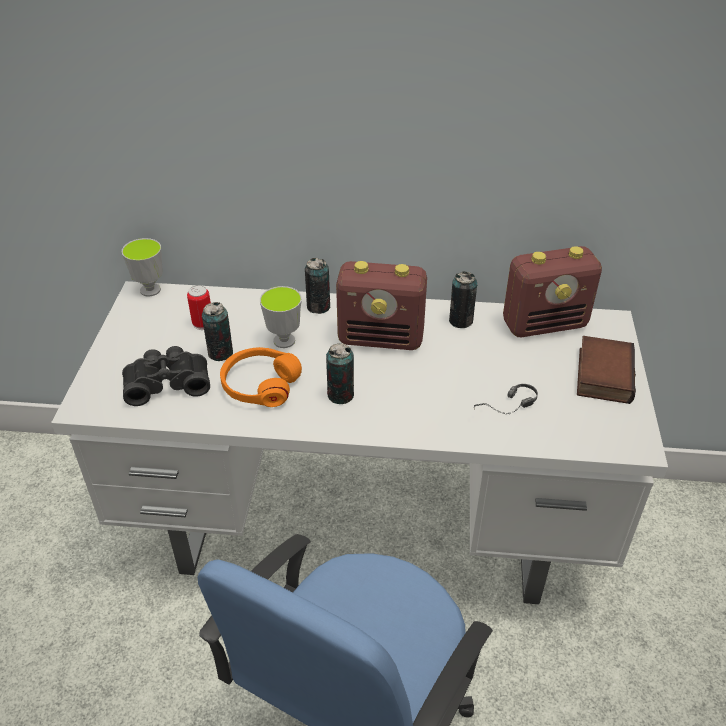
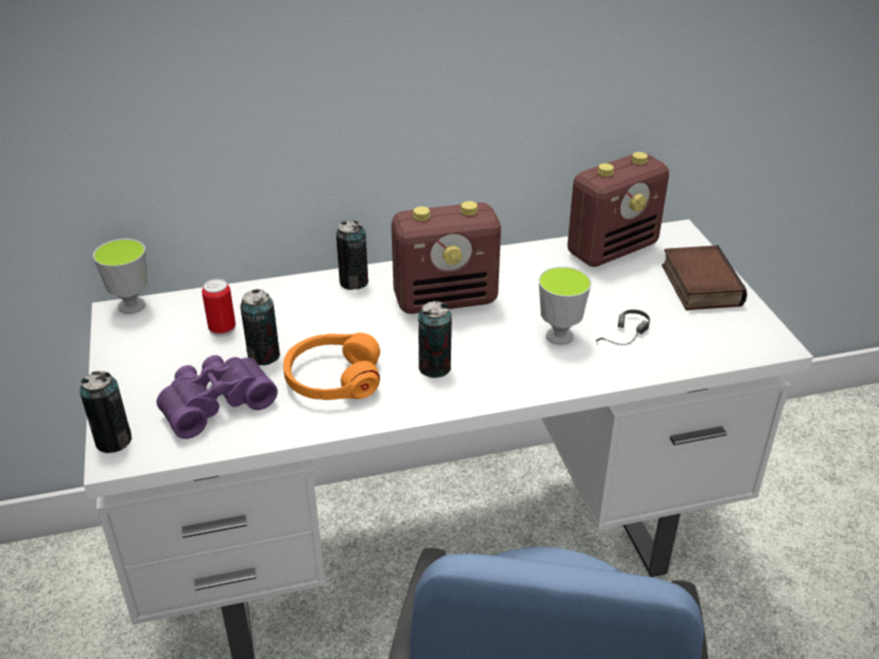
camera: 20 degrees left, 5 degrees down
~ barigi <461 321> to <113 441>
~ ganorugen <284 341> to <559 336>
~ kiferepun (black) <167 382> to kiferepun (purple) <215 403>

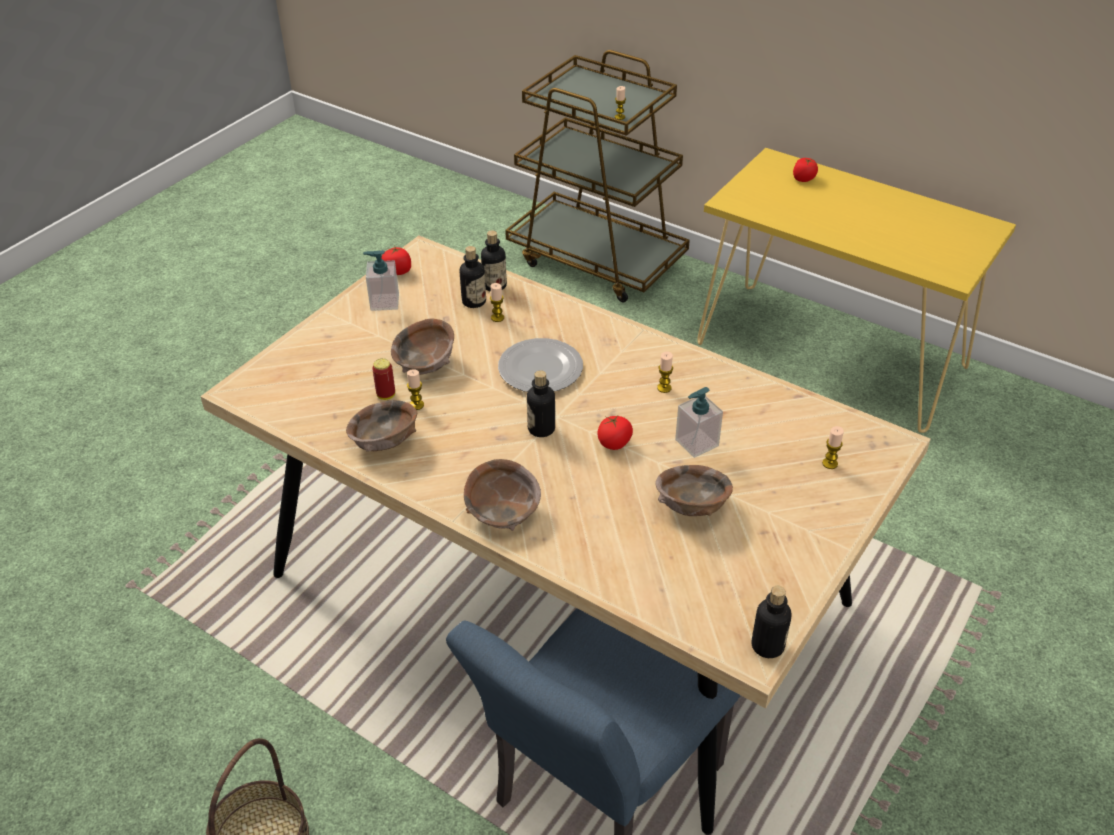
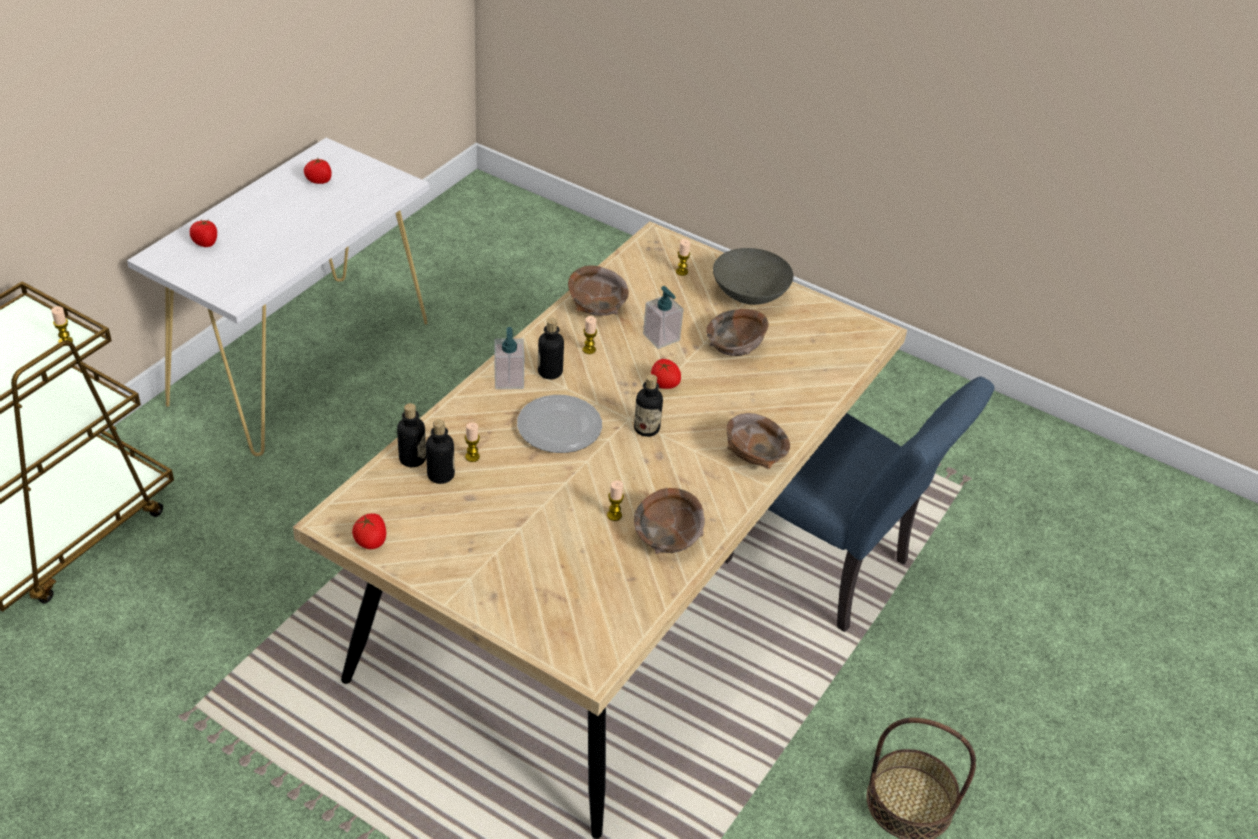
camera: 95 degrees left, 0 degrees up
~ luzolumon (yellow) <831 355> to luzolumon (white) <302 361>
~ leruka <384 302> to <509 380>
~ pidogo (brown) <425 362> to <596 306>
- barigi <386 395>
~ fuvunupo <767 646> to <550 372>
+ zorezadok <319 180>
+ pidogo (grey) <748 295>

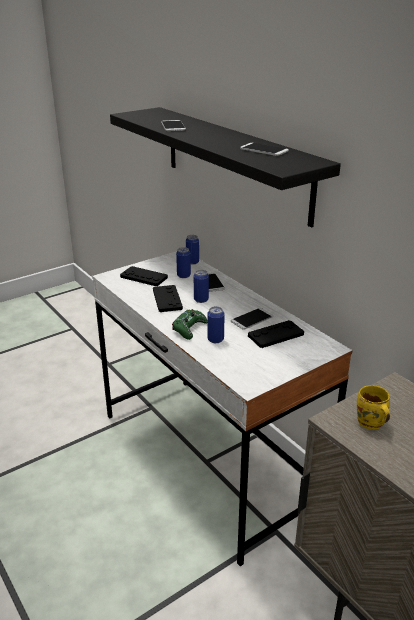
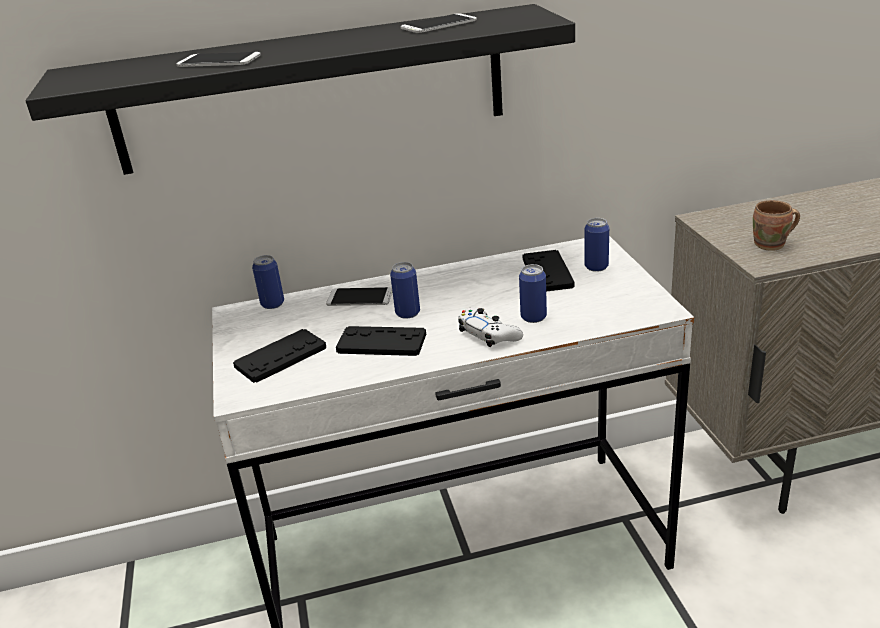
camera: 65 degrees left, 0 degrees up
~ barigi <183 275> to <596 267>
- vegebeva <252 319>
~ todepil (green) <189 328> to todepil (white) <488 334>
~ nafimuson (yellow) <370 424> to nafimuson (brown) <772 245>

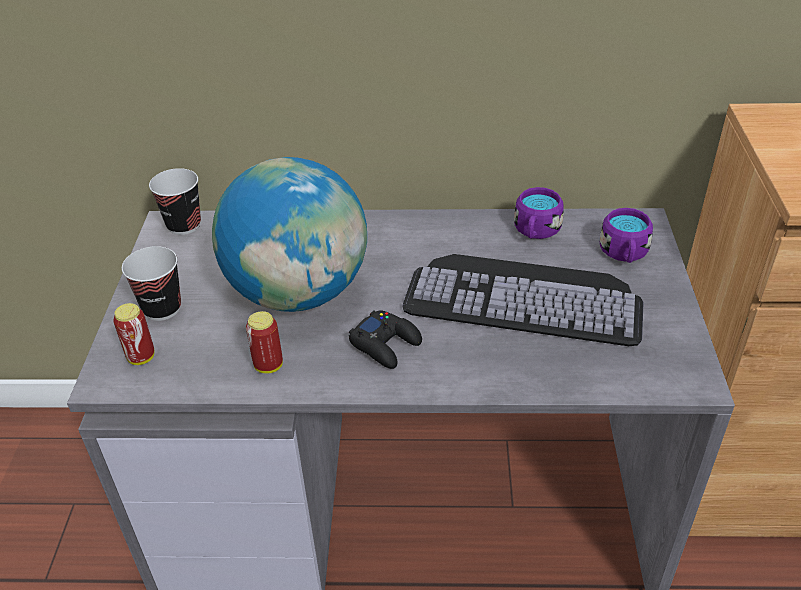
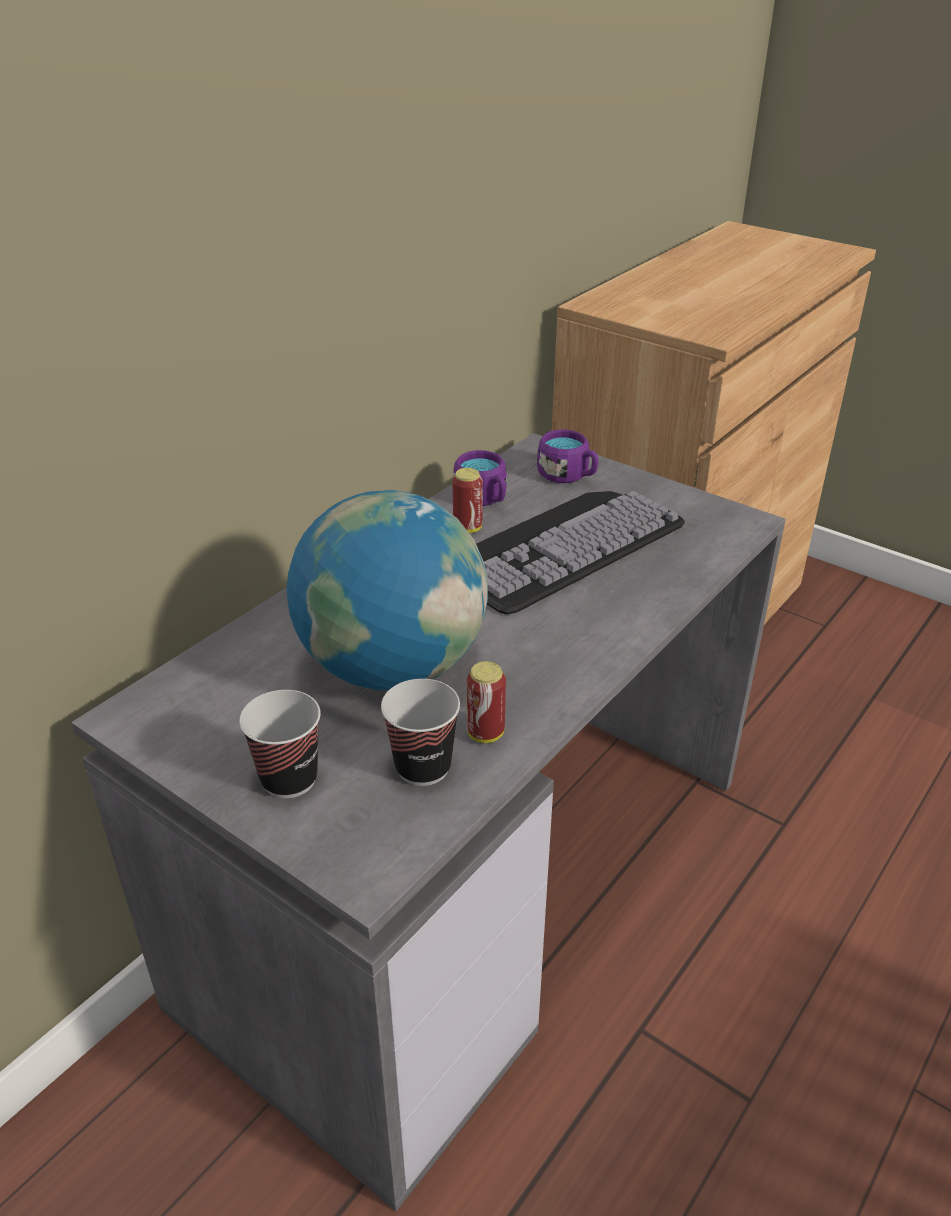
camera: 55 degrees left, 5 degrees down
~ ganorugen <184 225> to <423 767>
~ barigi <141 357> to <467 528>
- todepil (black) <386 344>

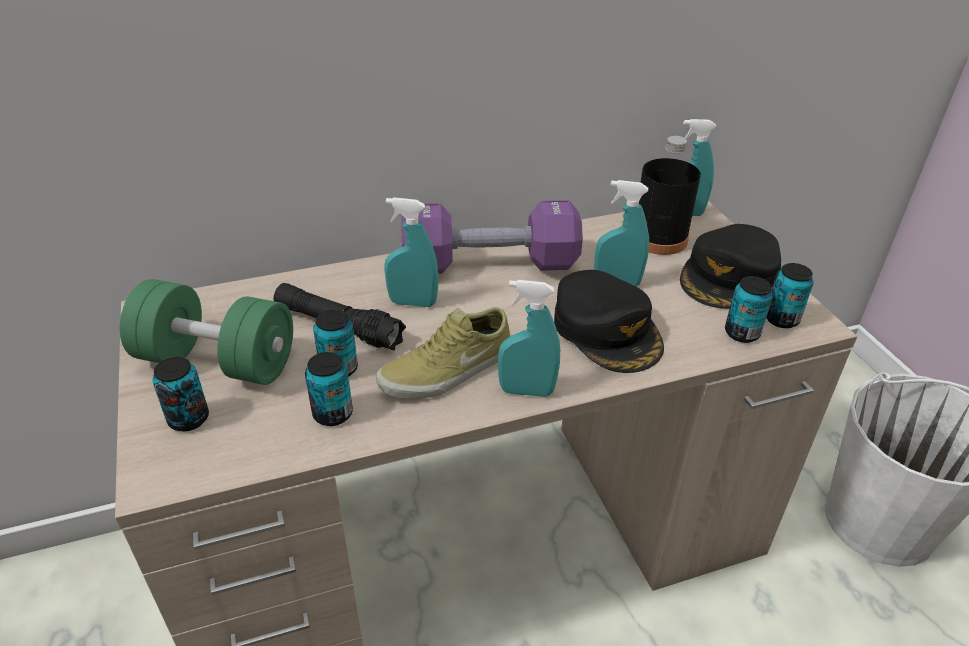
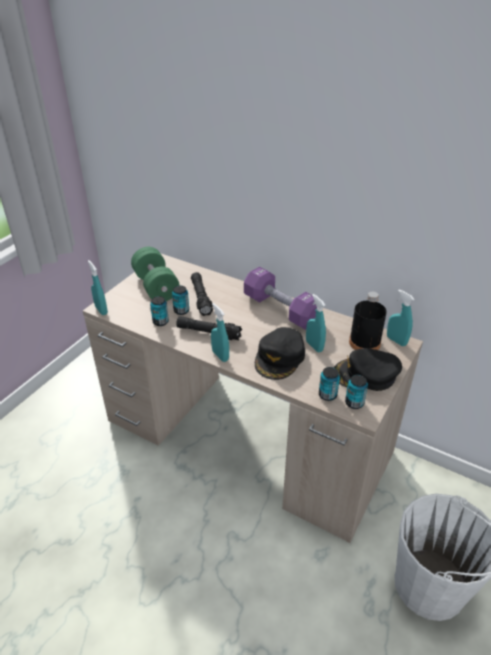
camera: 50 degrees right, 0 degrees up
~ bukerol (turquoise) <413 303> to <101 310>
~ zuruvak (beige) <448 371> to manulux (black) <208 333>
- barigi <188 419>

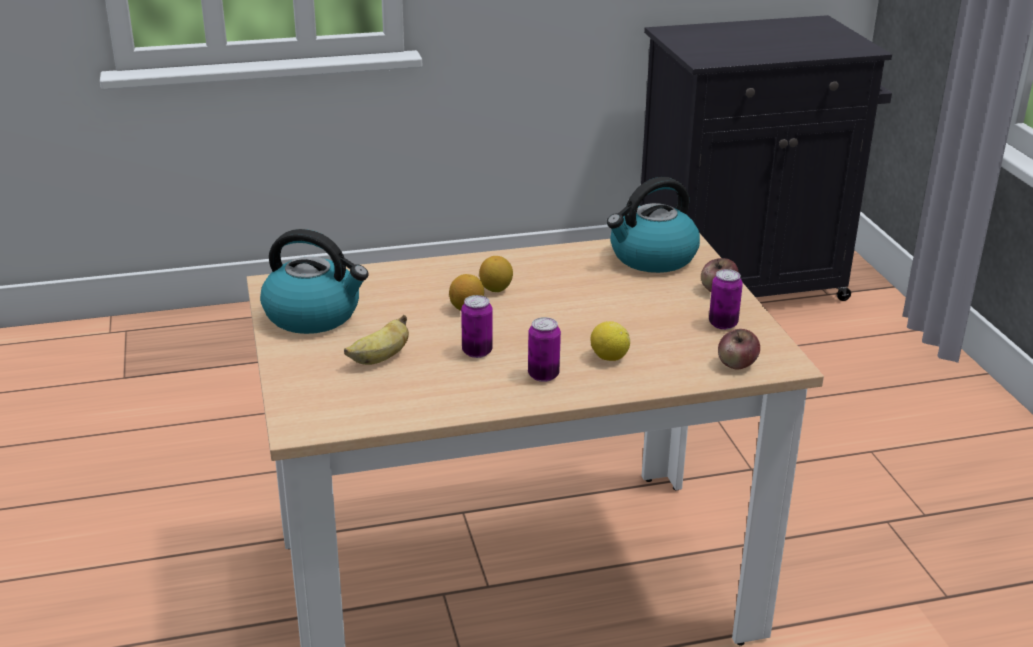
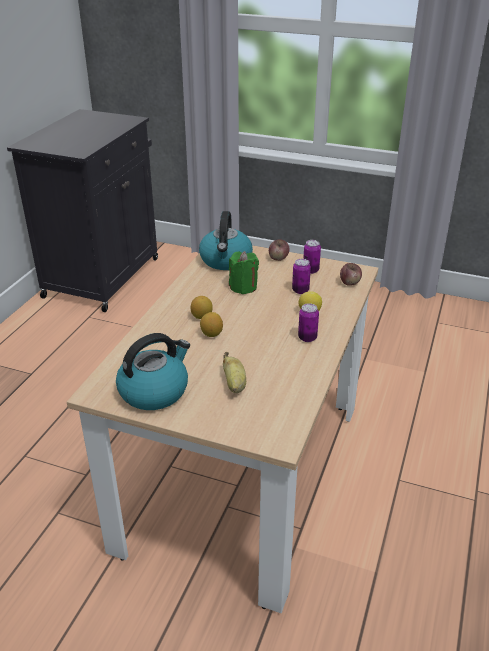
camera: 55 degrees left, 5 degrees up
~ barigi <477 352> to <300 290>
+ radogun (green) <243 287>

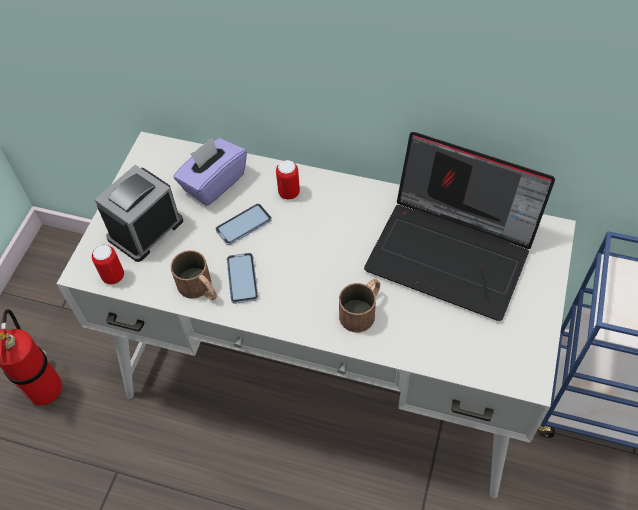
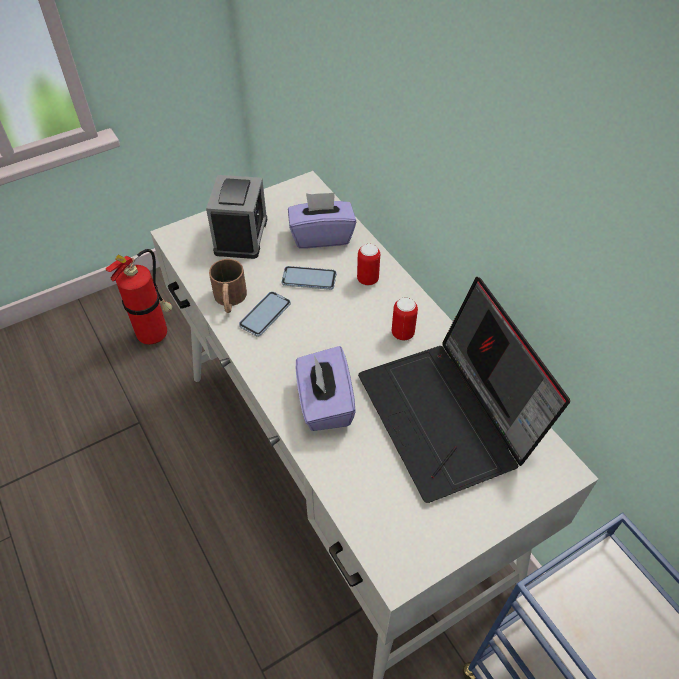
camera: 40 degrees right, 5 degrees down
~ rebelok <145 229> = <241 236> 105 degrees clockwise
~ barigi <113 276> to <402 333>
~ nafimuson (brown) <362 310> to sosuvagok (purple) <324 404>

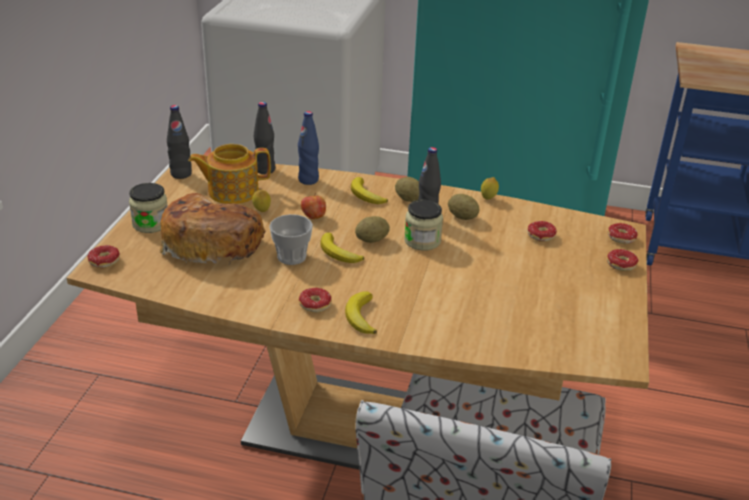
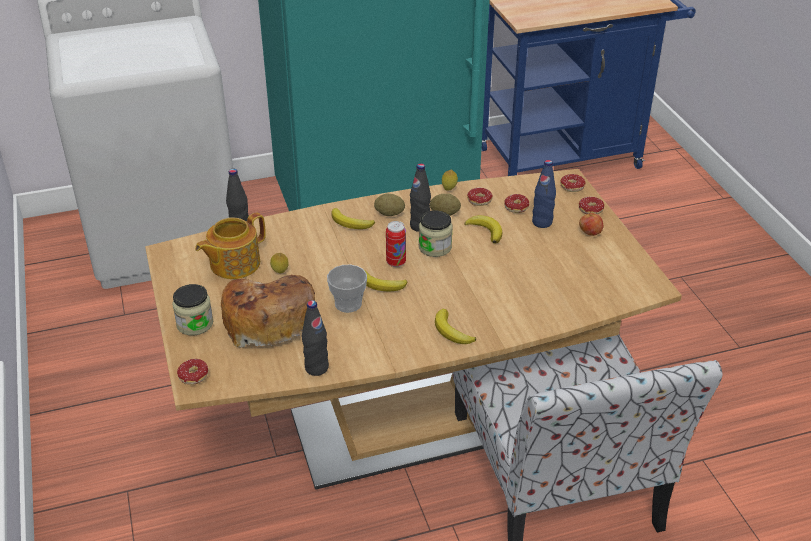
camera: 30 degrees left, 5 degrees up
~ fuvunupo (black) <181 174> to <316 368>
~ fuvunupo (blue) <308 180> to <542 222>
~ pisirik <313 217> to <590 233>
~ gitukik <372 240> to barigi <396 262>
~ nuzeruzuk <310 307> to <478 203>
+ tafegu <486 231>

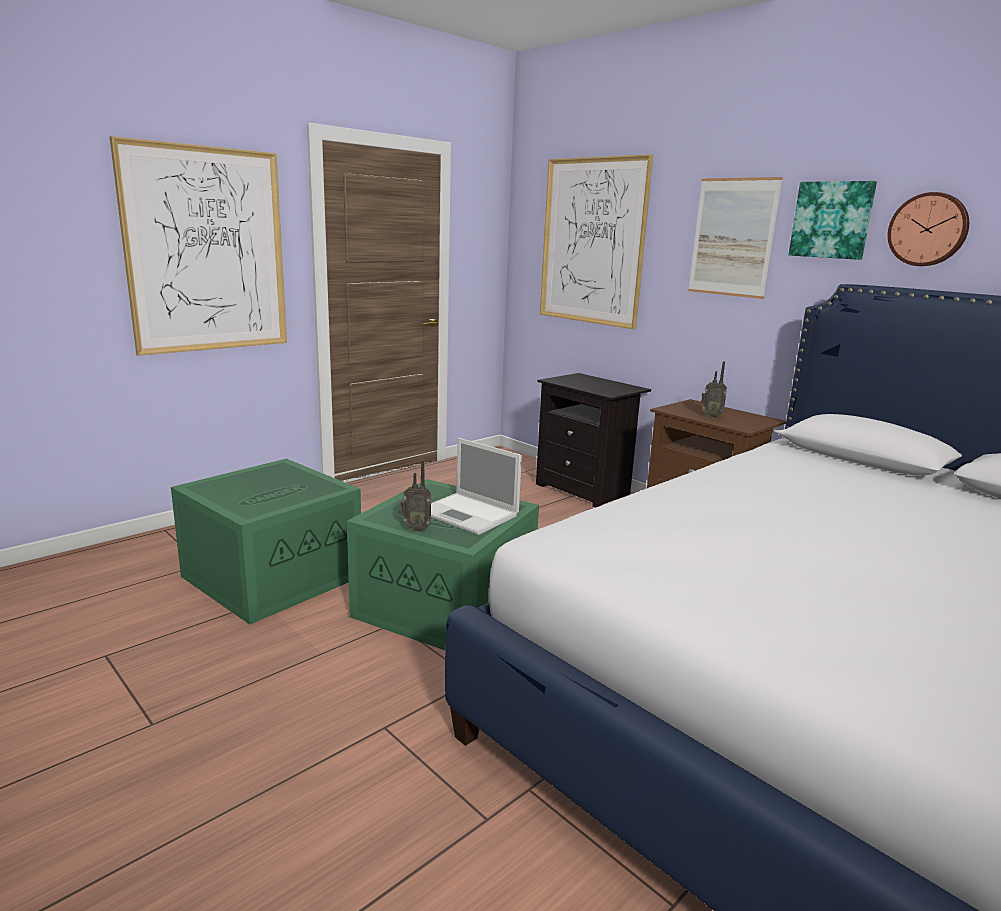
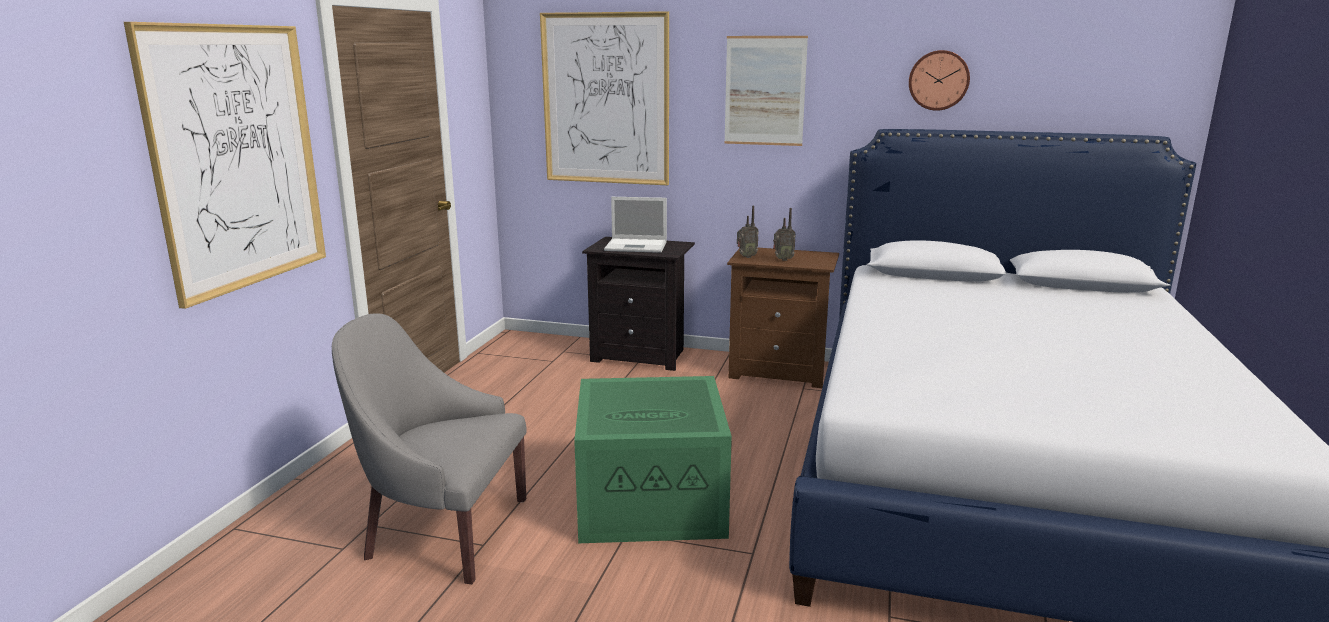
camera: 30 degrees left, 0 degrees up
- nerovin <832 220>
~ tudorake <469 514> to <637 246>
~ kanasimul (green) <273 575> to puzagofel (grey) <443 532>
~ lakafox <416 528> to <746 257>

